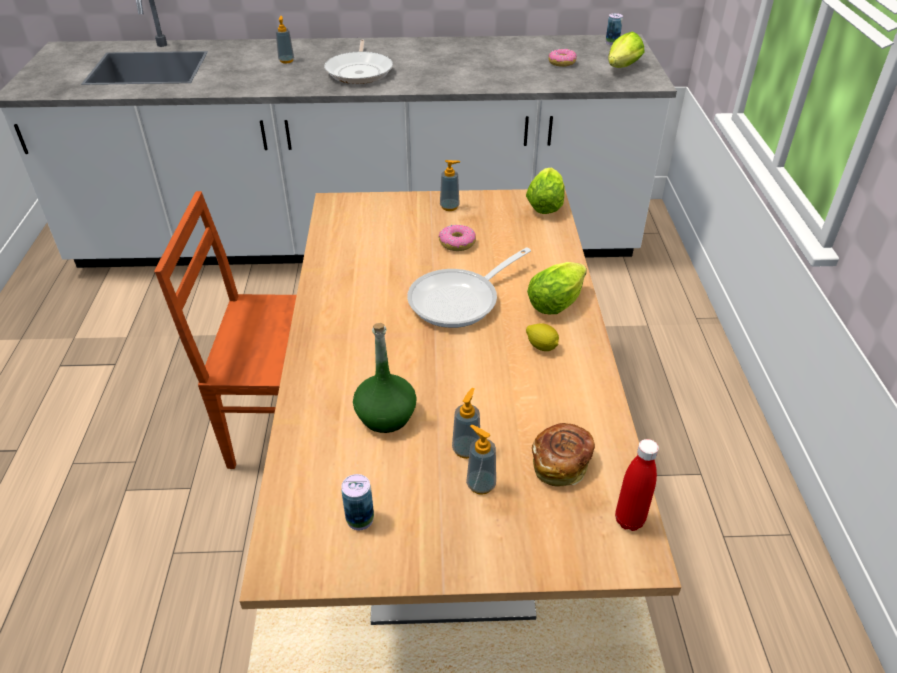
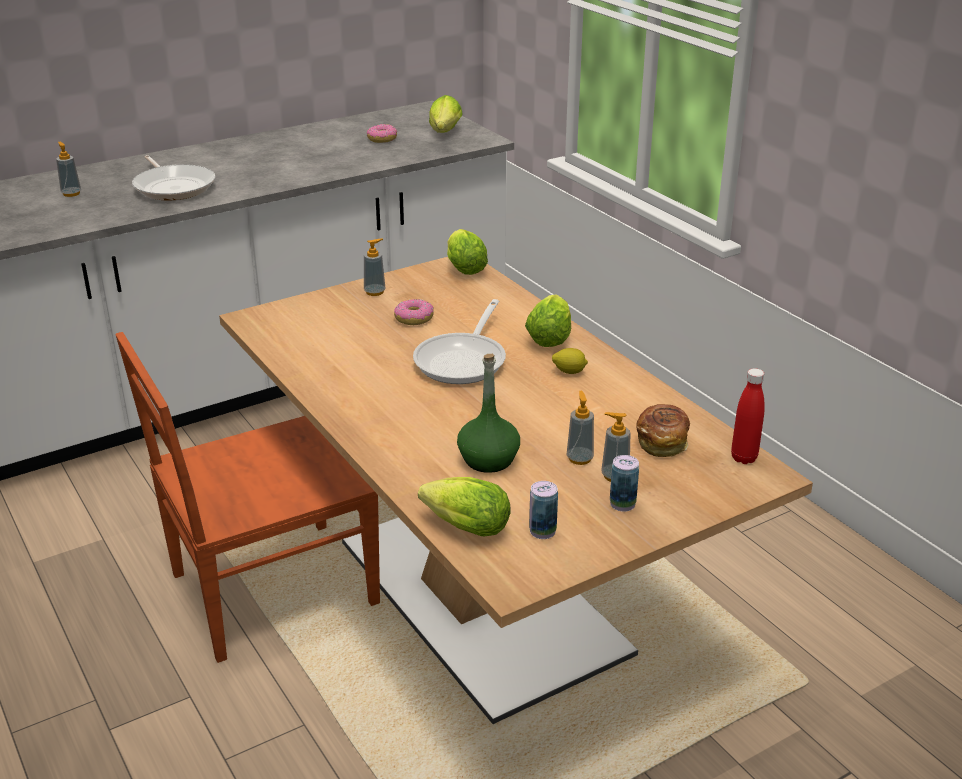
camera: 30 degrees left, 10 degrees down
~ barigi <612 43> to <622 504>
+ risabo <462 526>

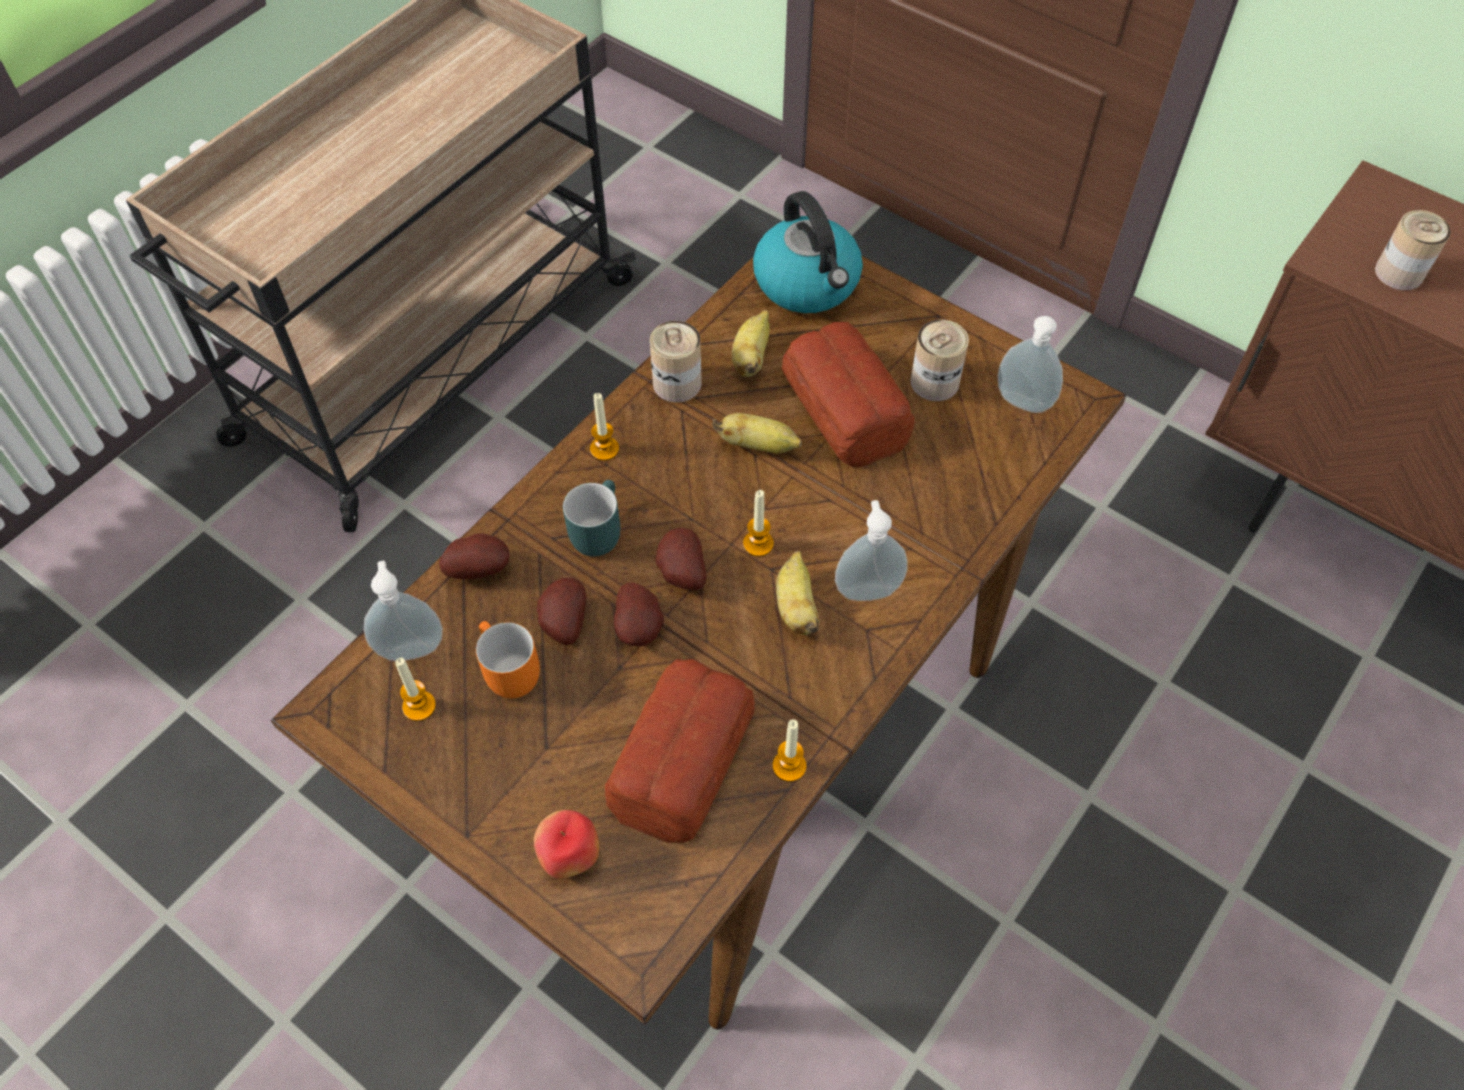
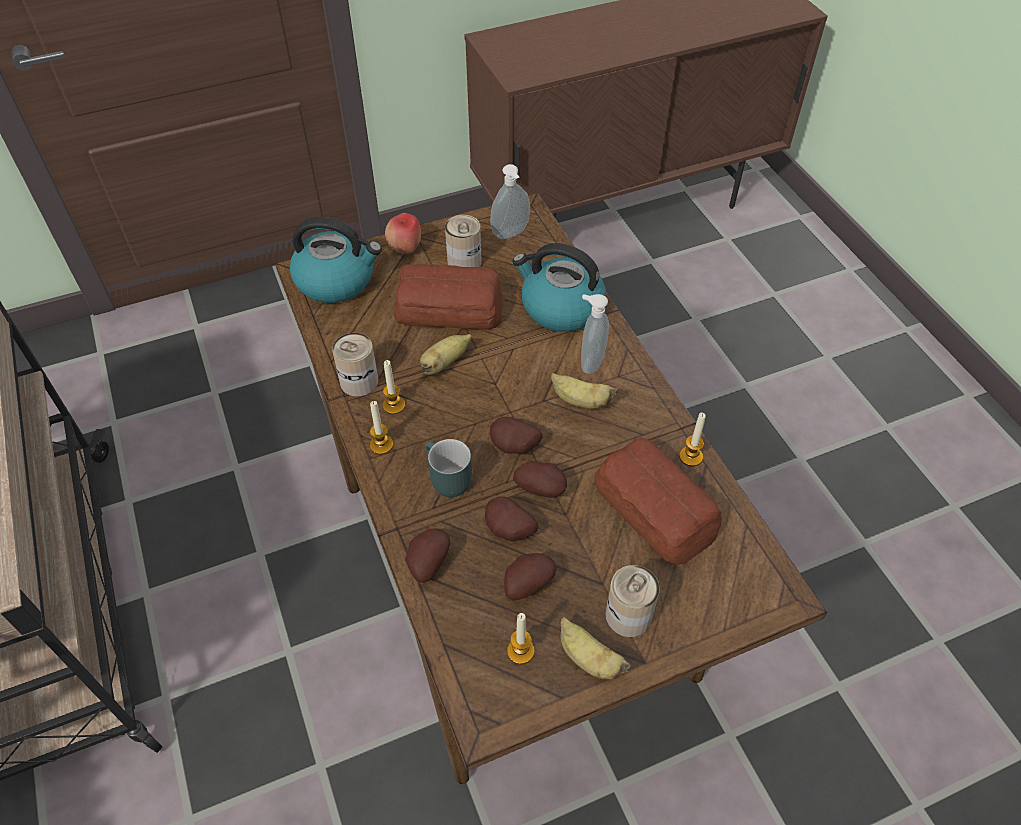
camera: 60 degrees left, 5 degrees down
~ barigi <1399 273> to <628 615>
~ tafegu <751 357> to <588 659>
~ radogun <758 544> to <394 405>
- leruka <411 647>
~ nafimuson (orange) <505 672> to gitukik <526 583>
~ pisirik <570 857> to <405 249>
+ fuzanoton <560 308>

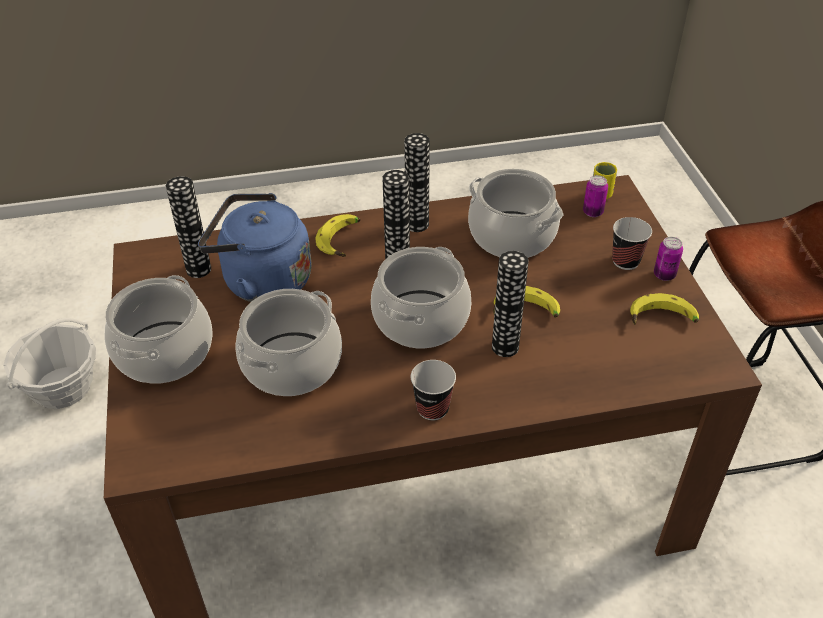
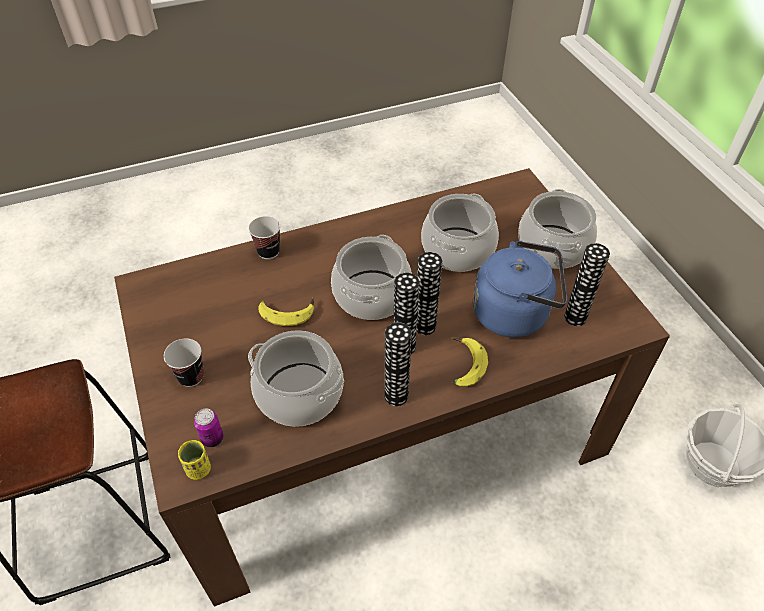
camera: 170 degrees right, 5 degrees up
- barigi <664 275>
~ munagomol <505 347> to <425 326>
- tafegu <662 320>
~ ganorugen <432 408> to <268 251>

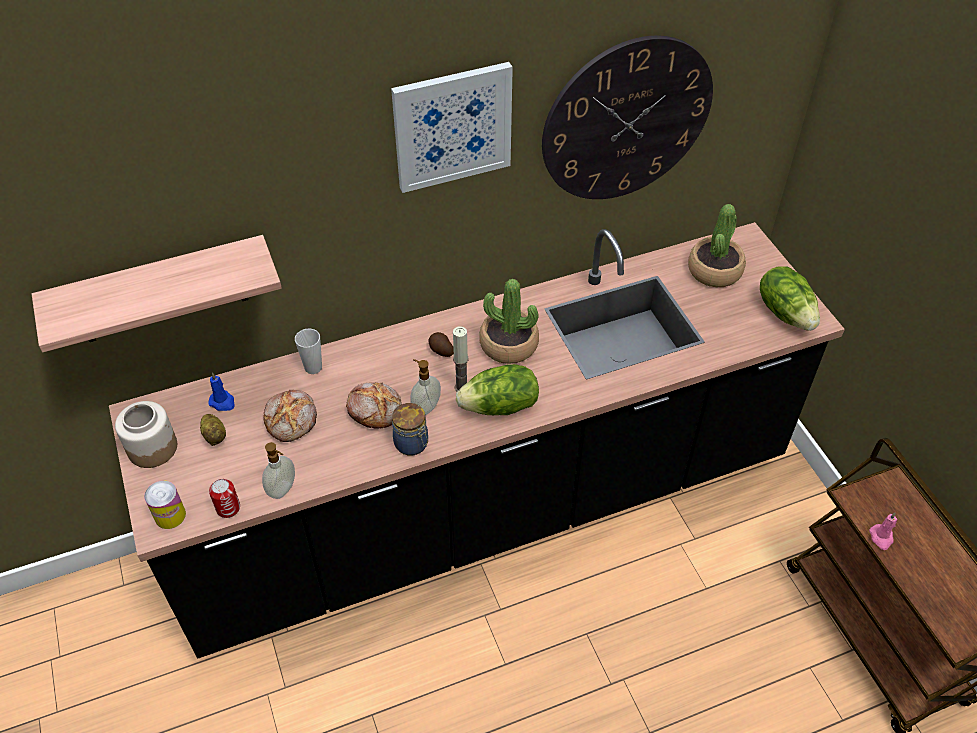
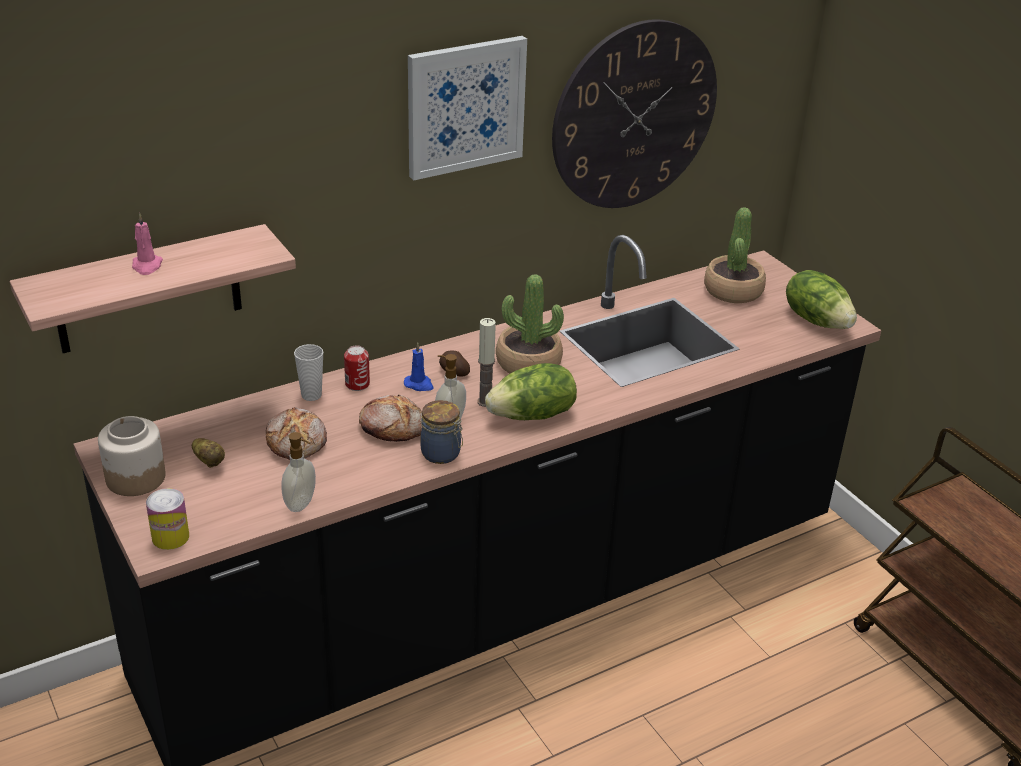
camera: 10 degrees left, 15 degrees down
~ radogun (blue) <222 402> to <419 385>
~ barigi <228 508> to <357 384>
~ radogun (pink) <881 538> to <147 266>

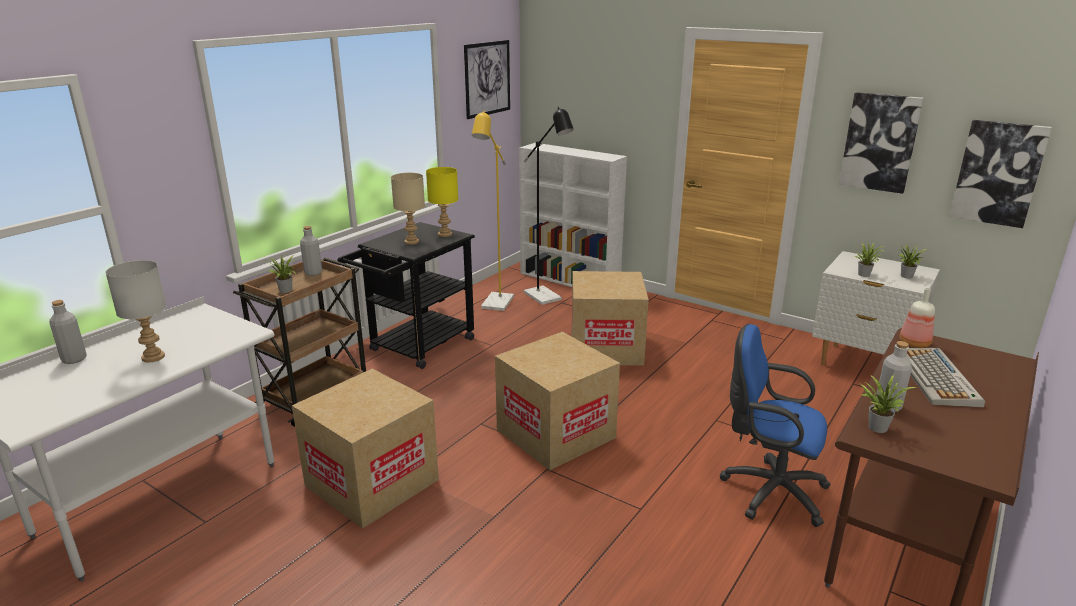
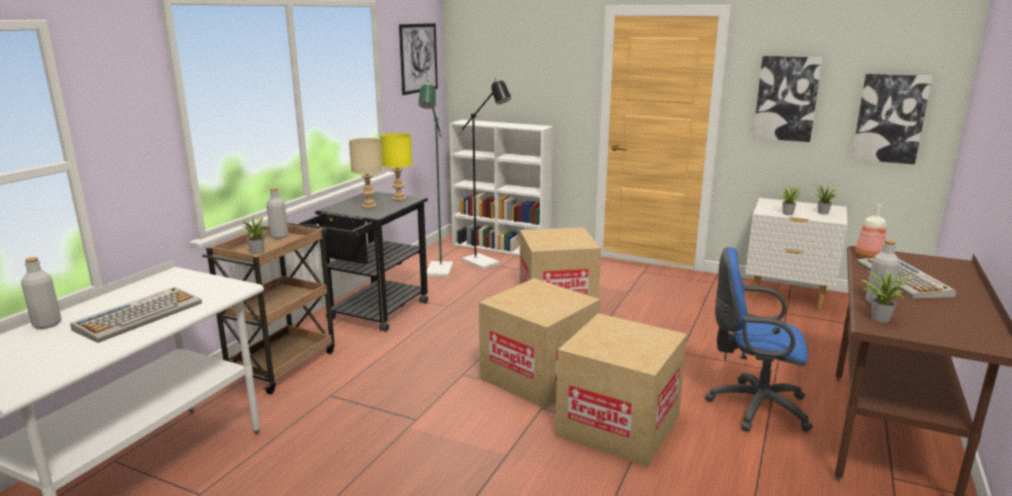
camera: 10 degrees left, 5 degrees down
~ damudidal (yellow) <495 305> to damudidal (green) <438 272>
~ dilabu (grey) <153 357> to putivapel <140 315>
~ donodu <372 482> to <618 426>

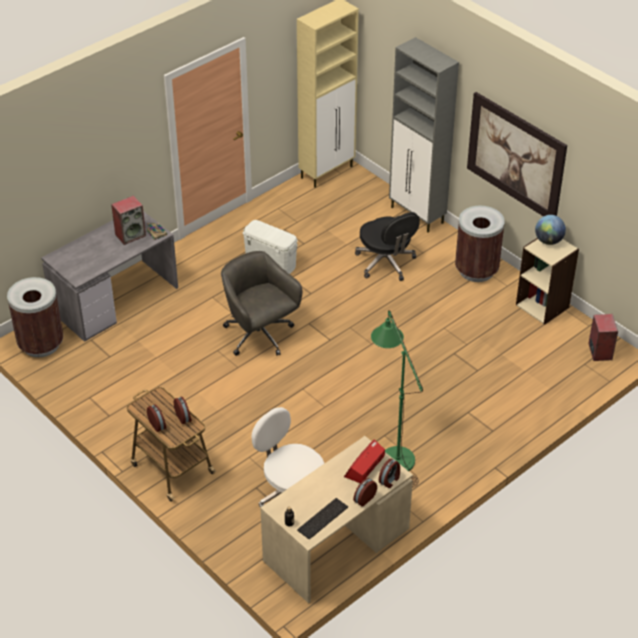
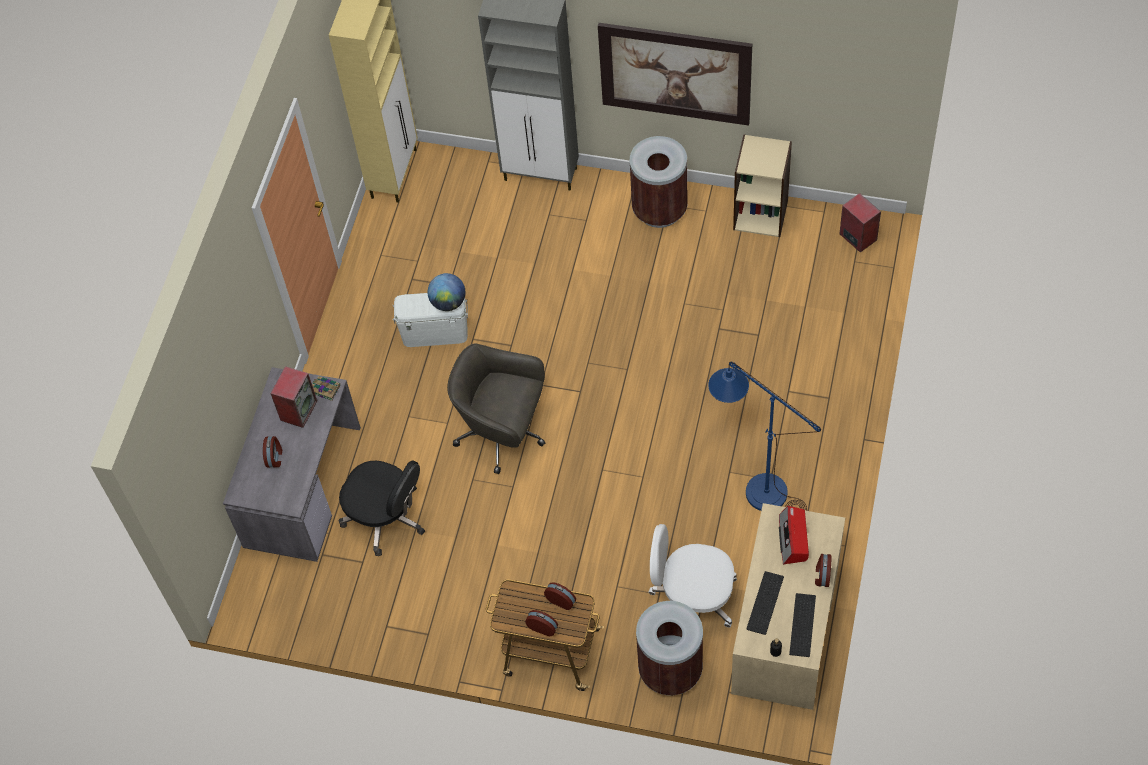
camera: 30 degrees left, 15 degrees up
~ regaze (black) <386 263> to <386 517>
~ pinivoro <548 241> to <448 302>
~ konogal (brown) <41 344> to <670 670>
~ damudidal (green) <393 453> to damudidal (blue) <755 487>
~ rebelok <390 480> to <275 457>
+ putivapel <766 604>

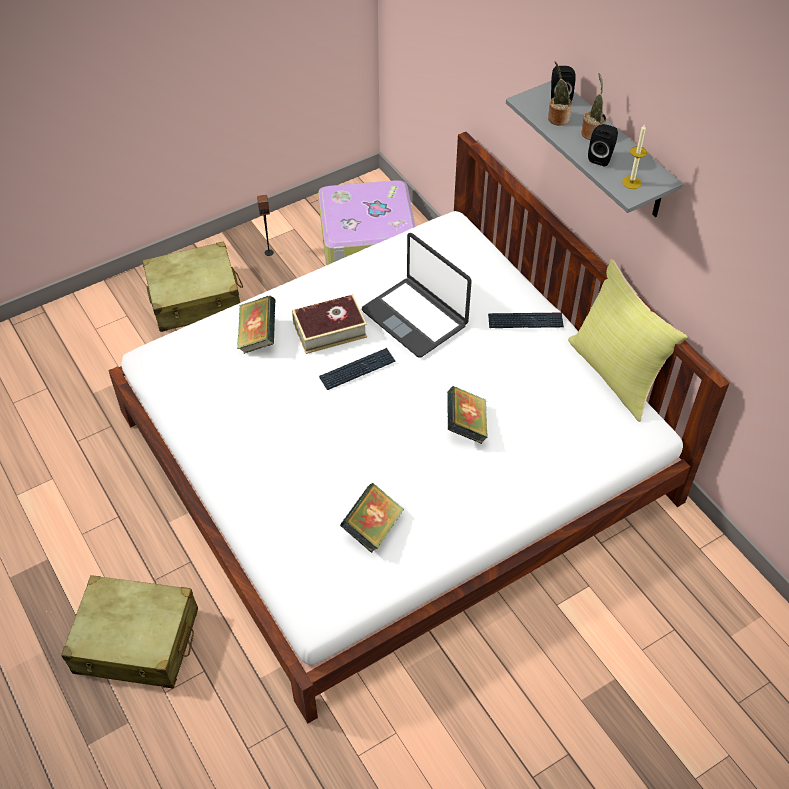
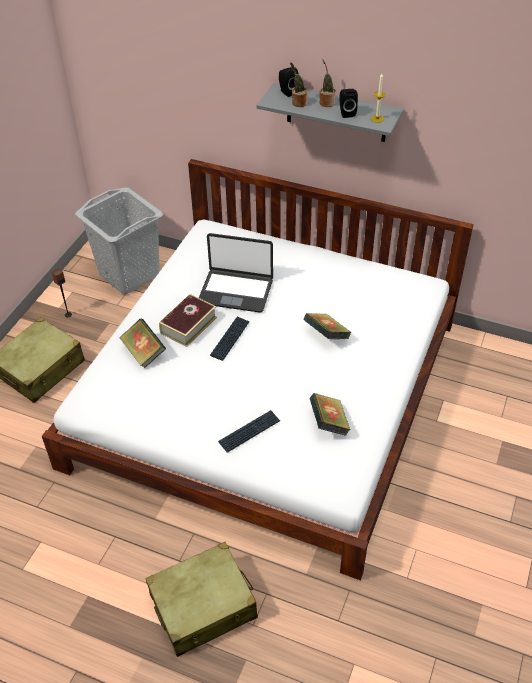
camera: 35 degrees left, 5 degrees down
~ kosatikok <368 238> to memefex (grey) <129 274>
- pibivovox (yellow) <616 373>
~ putivapel <525 321> to <249 432>

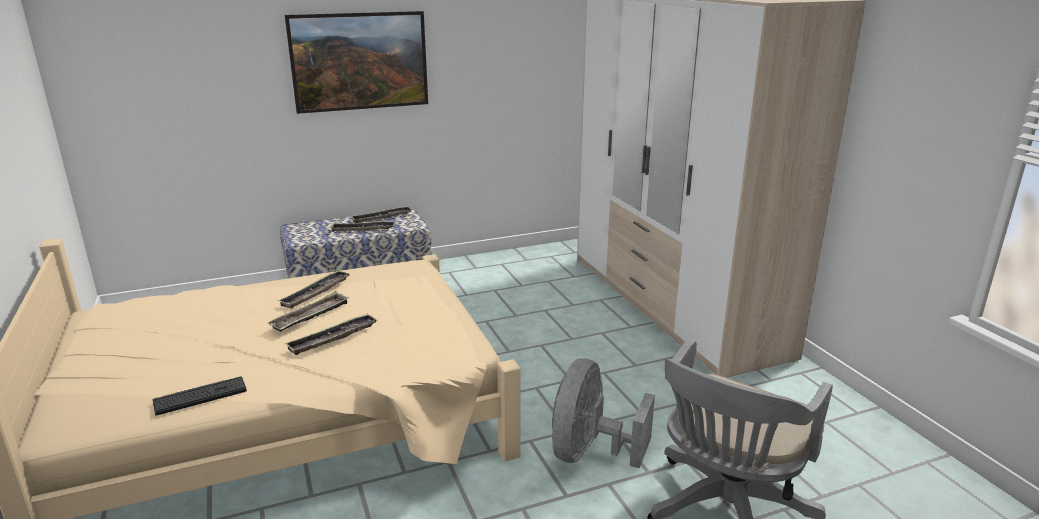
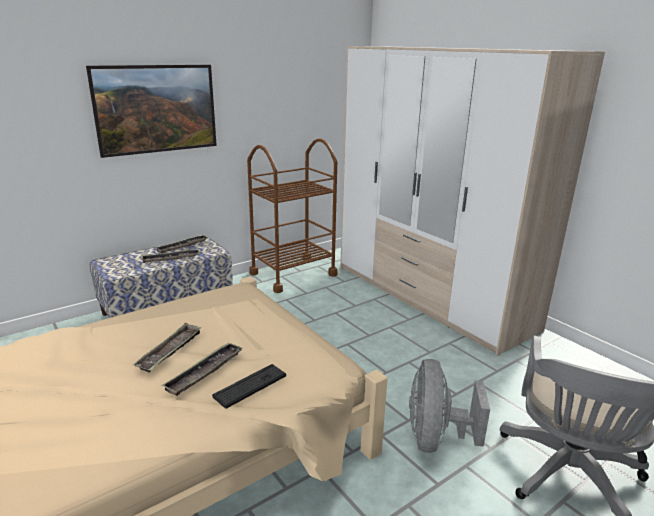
camera: 15 degrees left, 0 degrees up
- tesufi <316 293>
~ putivapel <200 396> to <250 386>
+ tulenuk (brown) <293 274>

